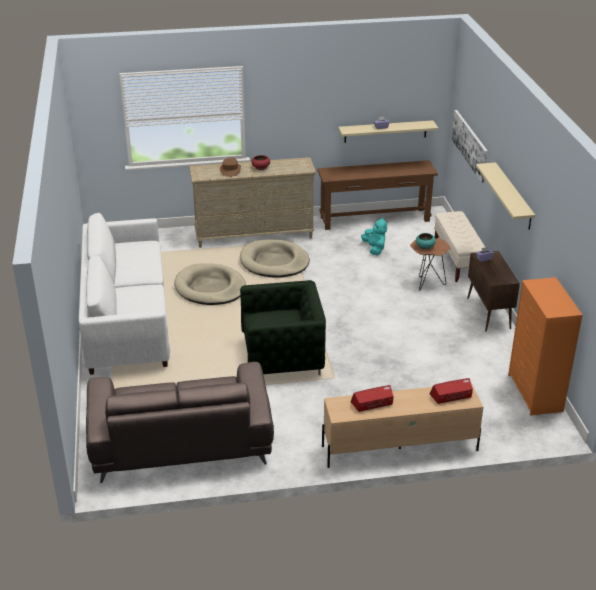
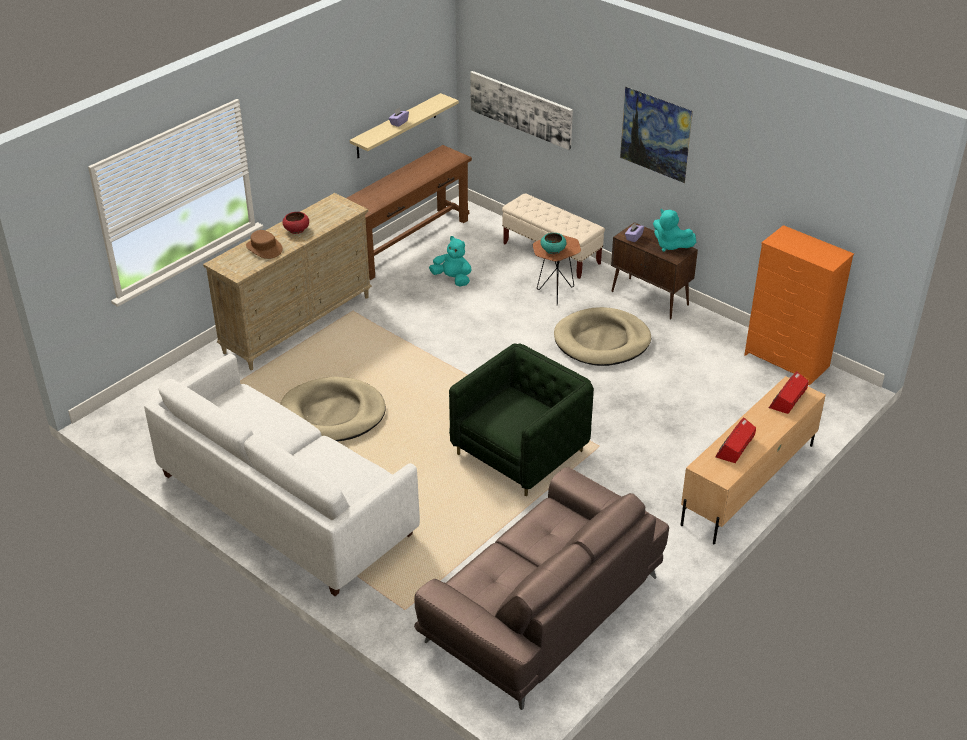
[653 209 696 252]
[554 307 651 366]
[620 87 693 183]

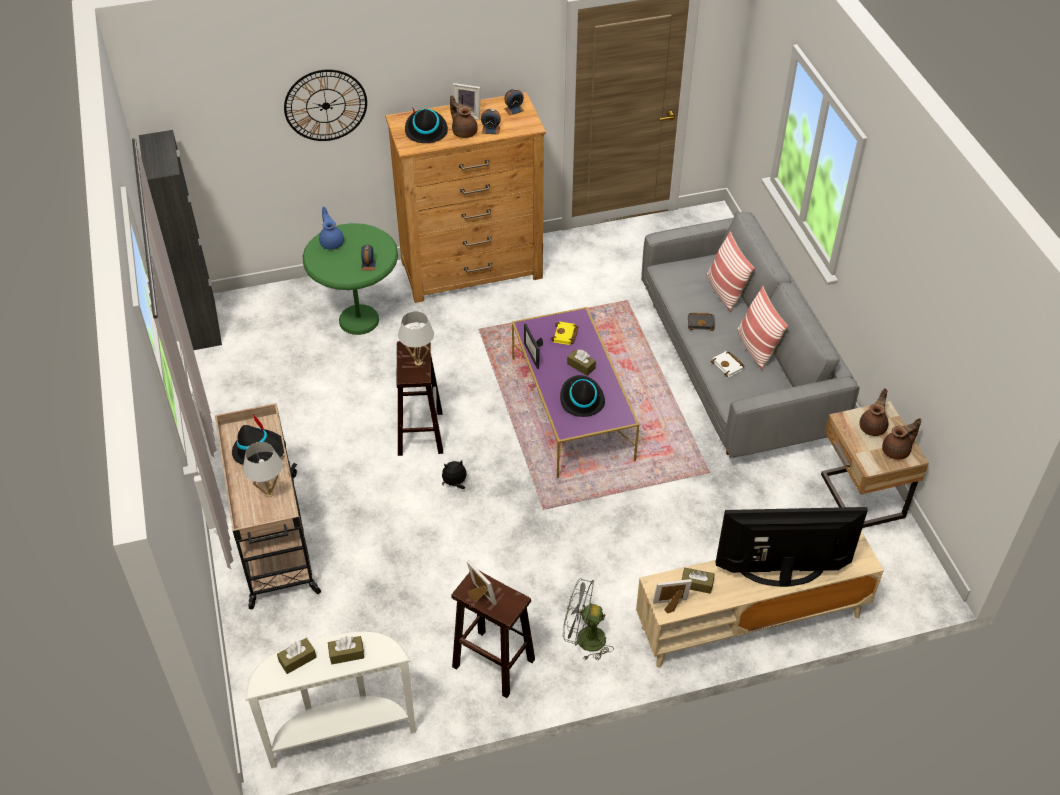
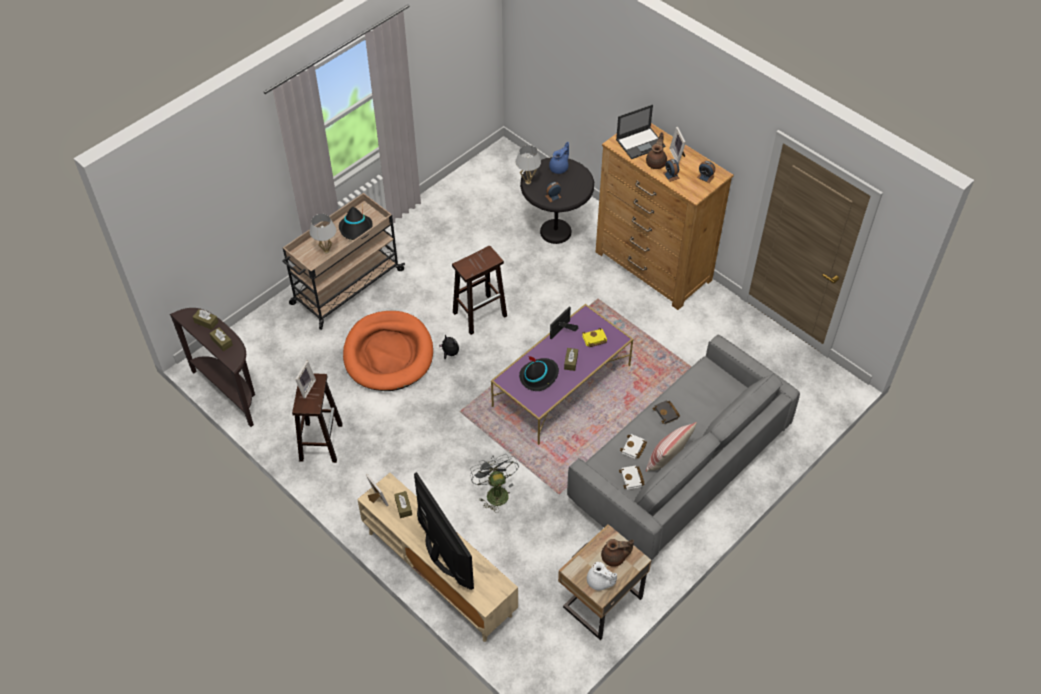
[139 130 222 350] (first image)
[284 69 367 141] (first image)
[707 231 755 312] (first image)
[343 311 433 391]
[619 465 644 490]
[516 145 541 184]
[470 454 519 513]
[616 104 665 159]
[169 308 255 427]
[520 157 594 244]
[587 562 617 590]

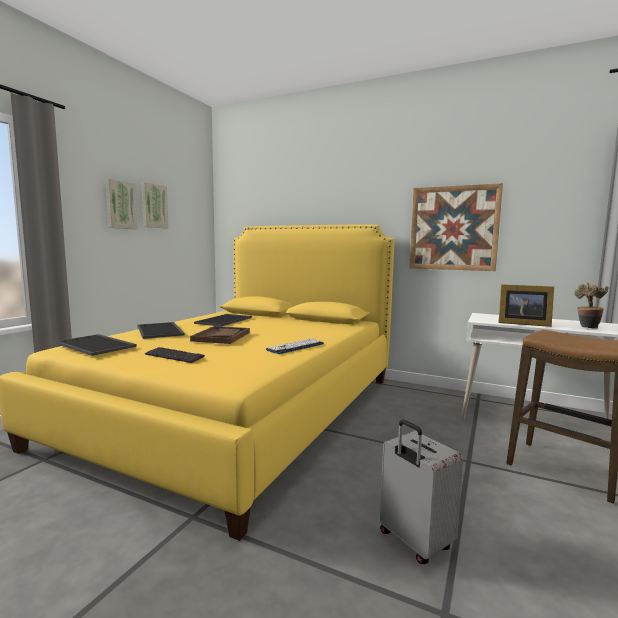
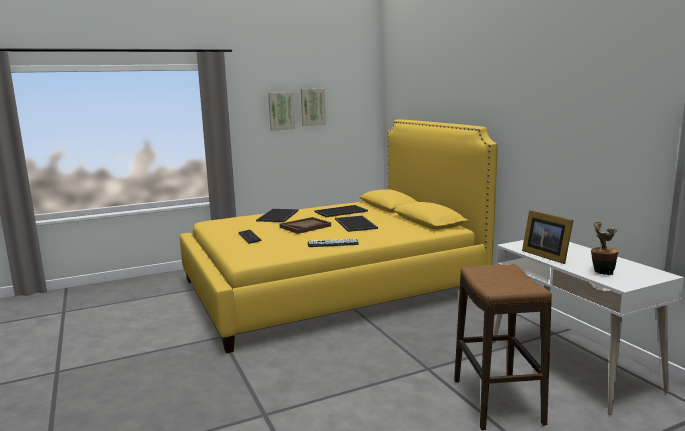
[380 419 463 564] (first image)
[409 183 503 271] (first image)
[335 215 378 232]

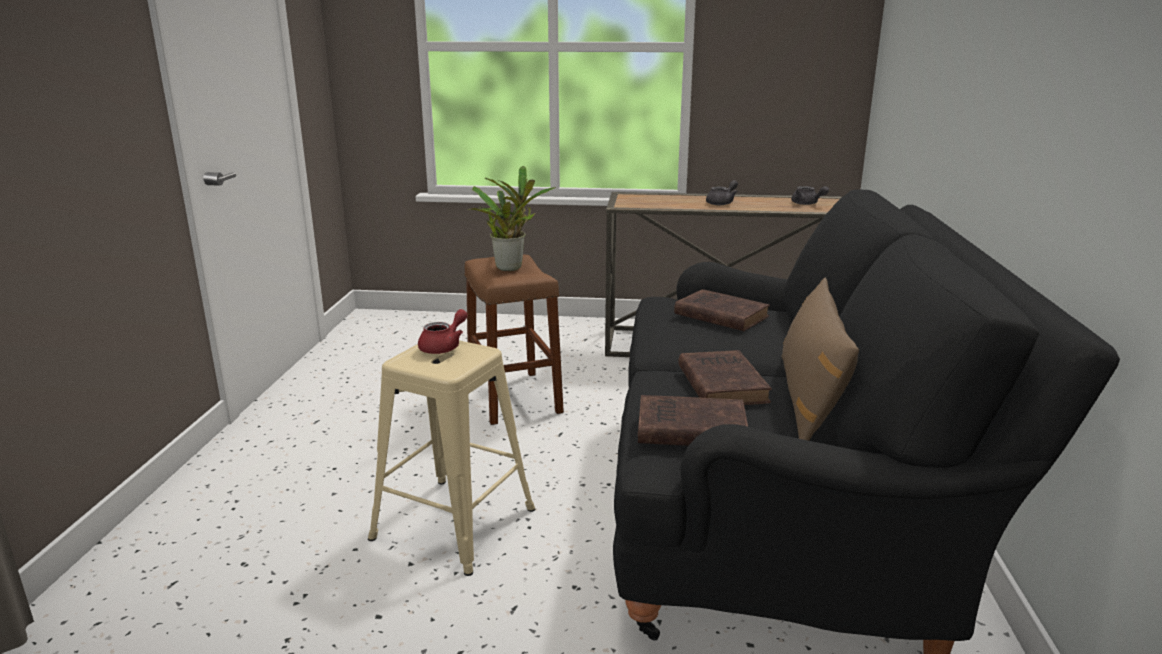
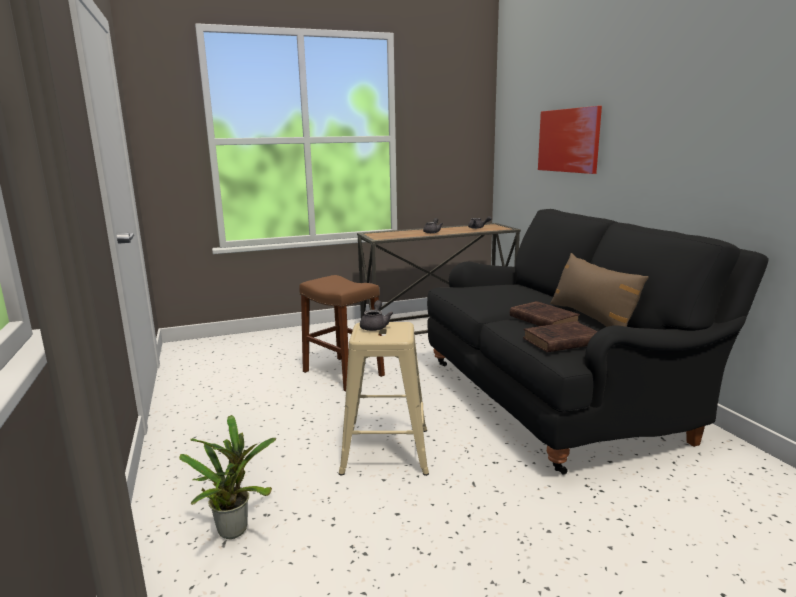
[674 289 770 331] (first image)
[538 106 602 174]
[179 415 276 539]
[360 300 393 331]

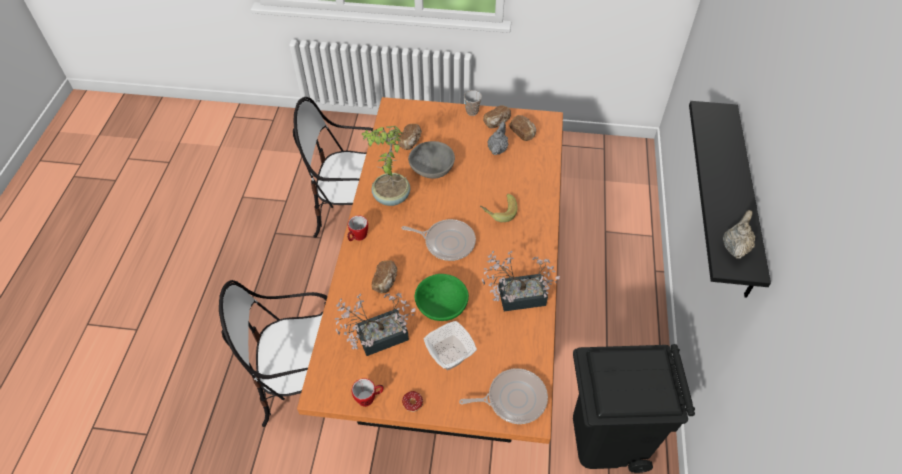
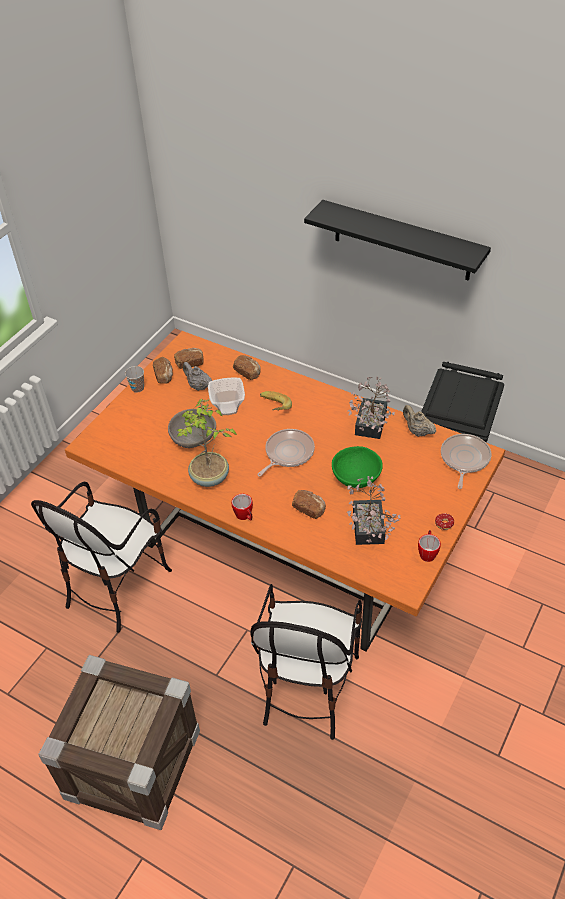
[38 655 200 830]
[233 355 261 380]
[208 378 245 415]
[403 405 436 437]

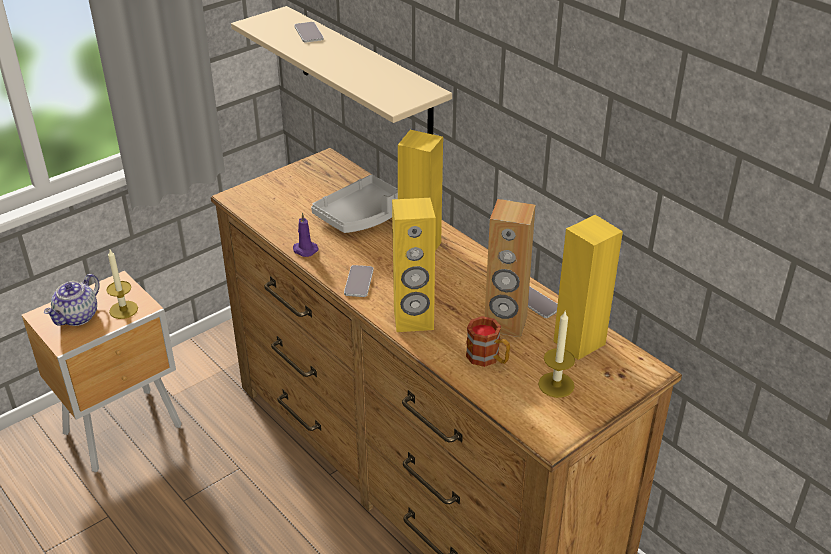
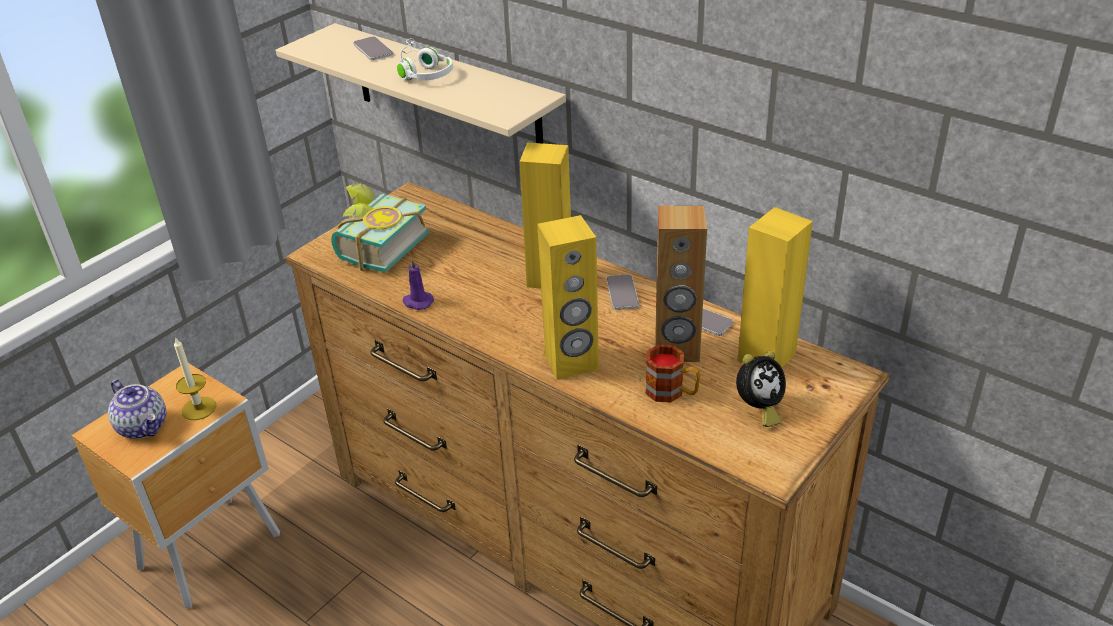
[311 174 398 233] (first image)
[331 184 429 272]
[397 38 453 80]
[606 274 639 310]
[736 351 786 427]
[108 379 166 439]

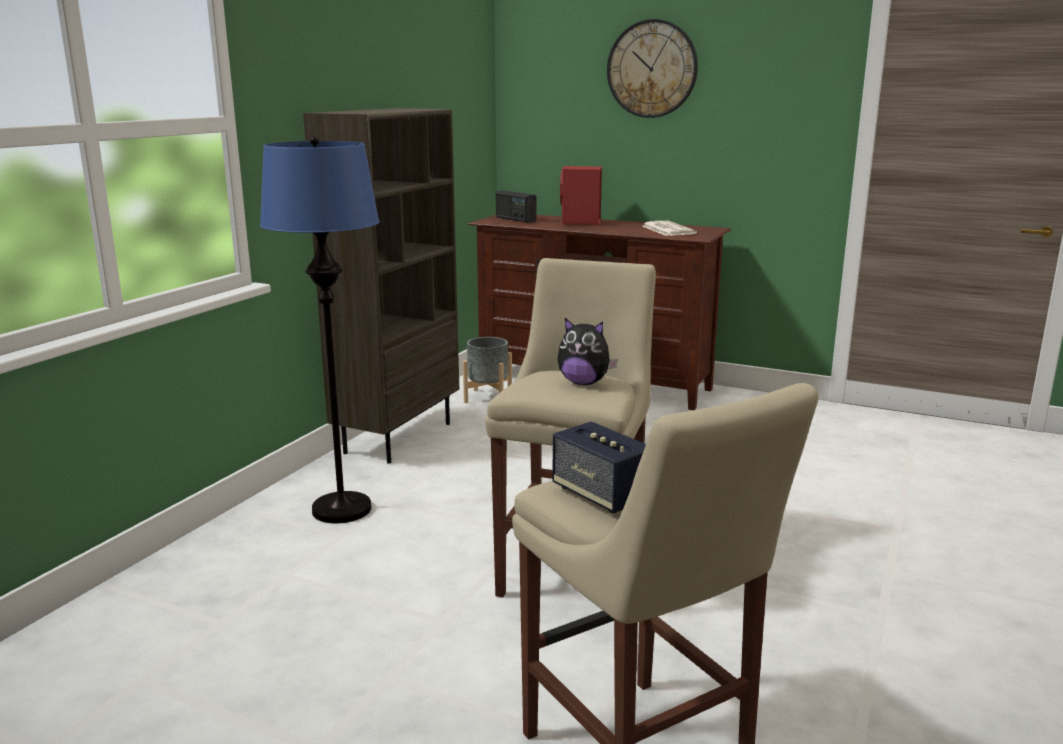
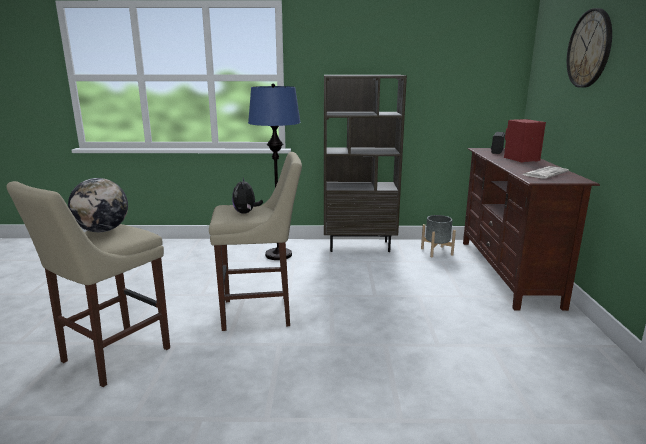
[68 178 128 232]

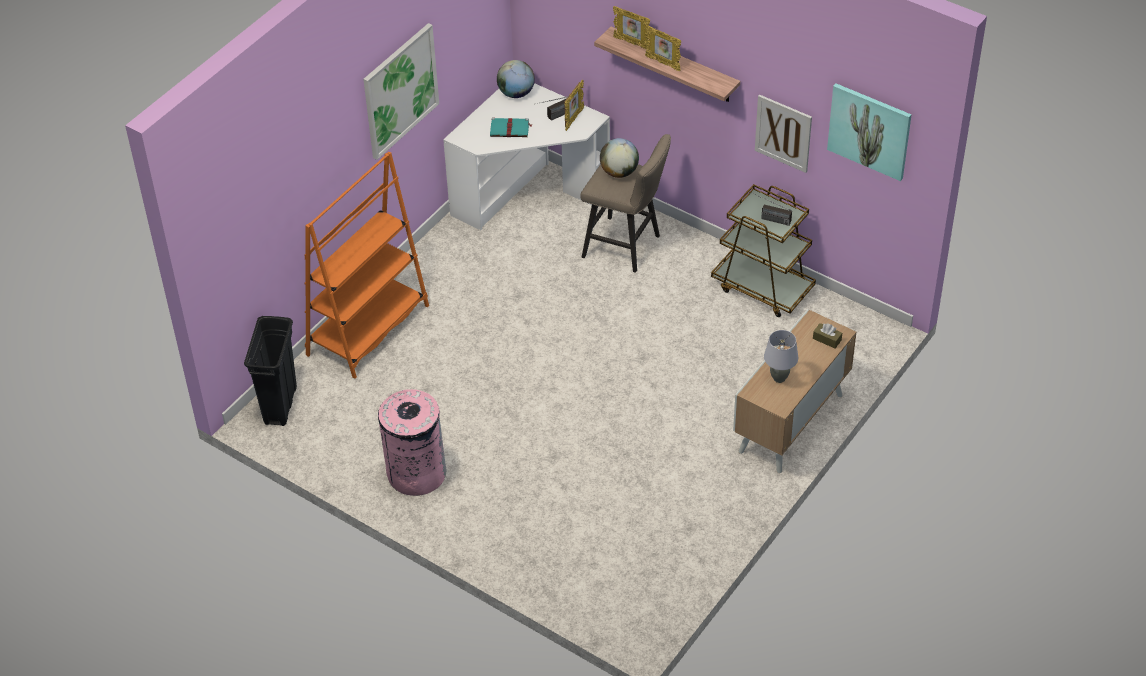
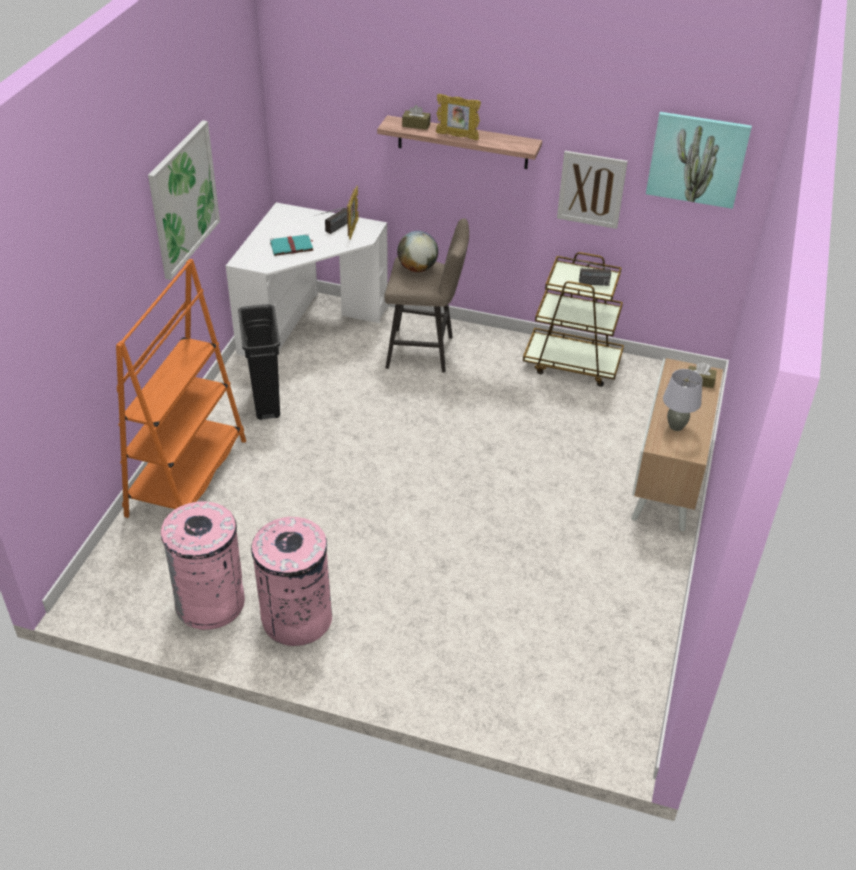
[497 60 535 98] (first image)
[161 501 245 630]
[238 304 280 420]
[402 105 431 130]

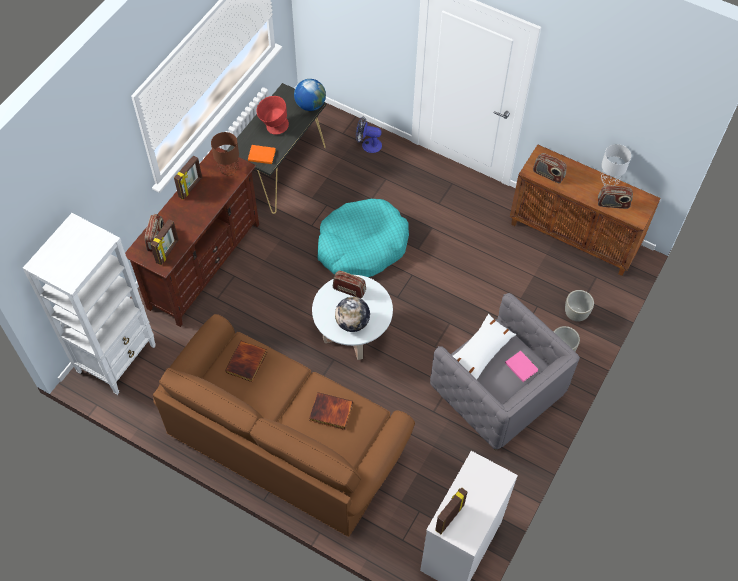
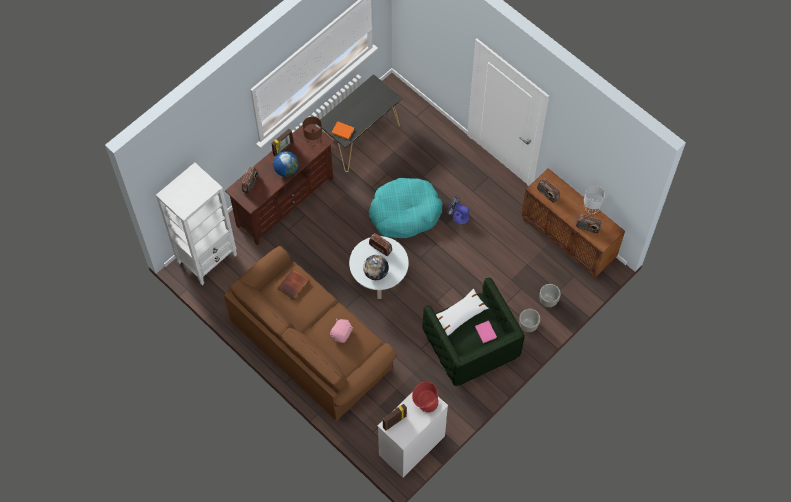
[150 219 179 265] (first image)
[412 382 438 413]
[273 151 299 177]
[448 195 469 224]
[330 319 353 343]
[422 278 525 386]

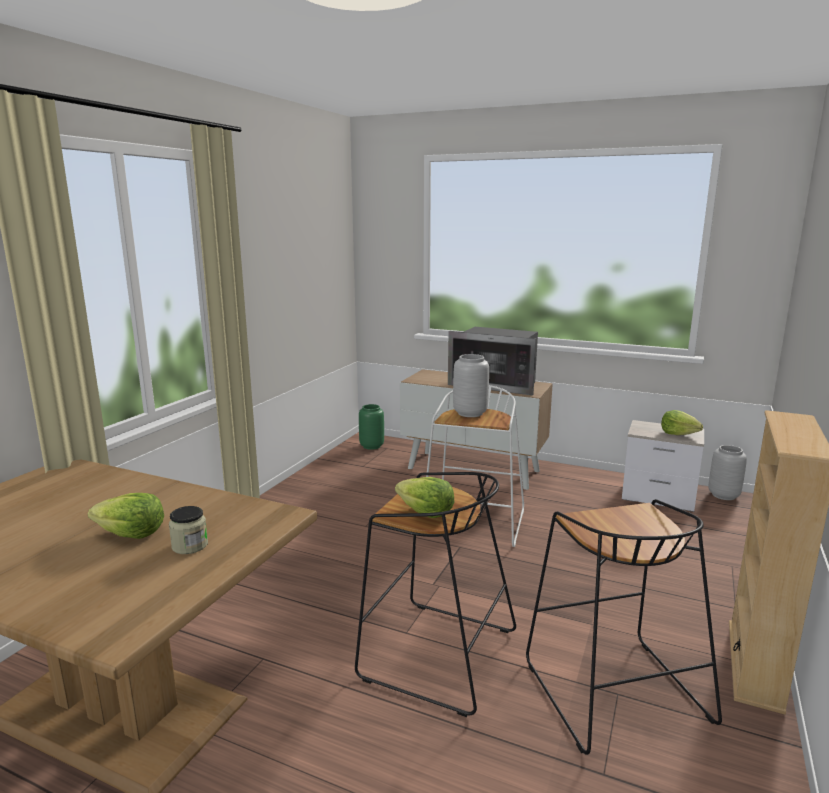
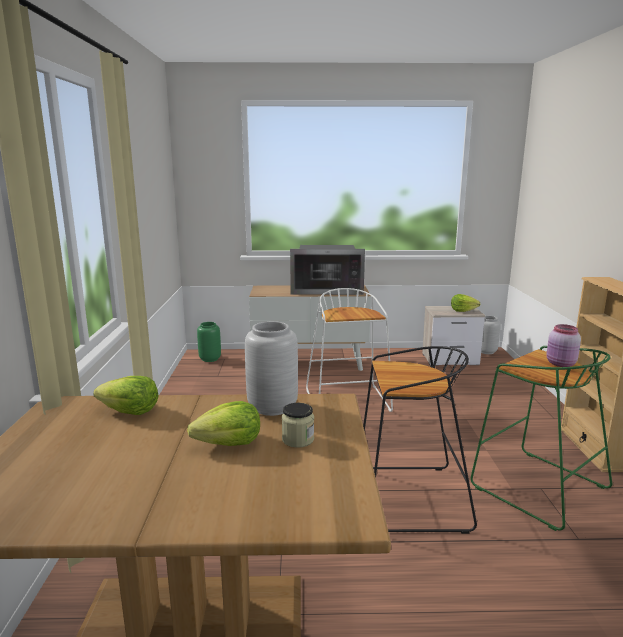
[546 324 581 367]
[93 376 158 415]
[245 321 298 416]
[470 346 612 531]

